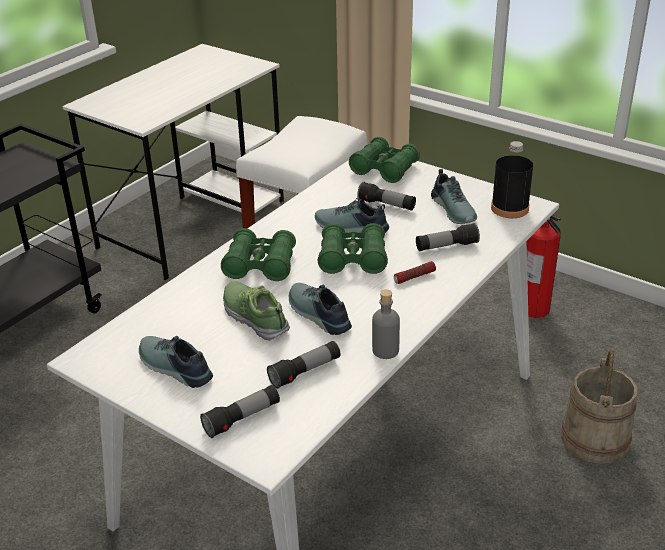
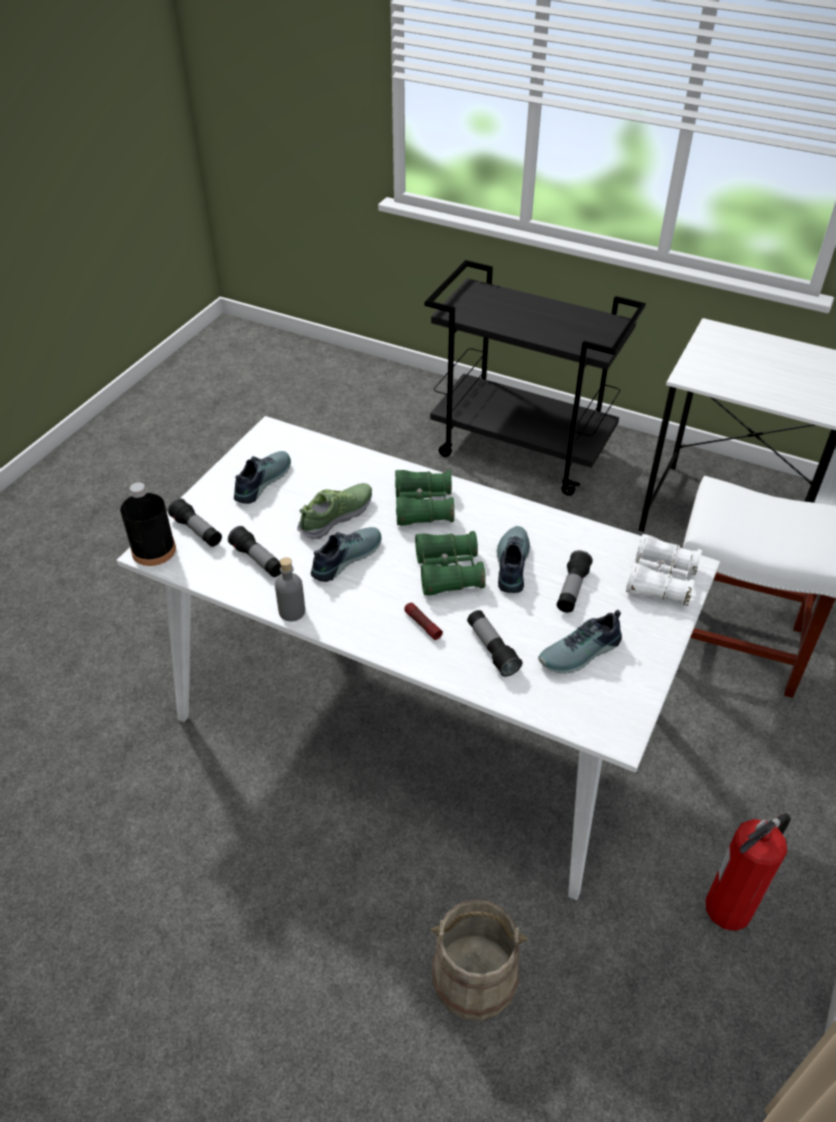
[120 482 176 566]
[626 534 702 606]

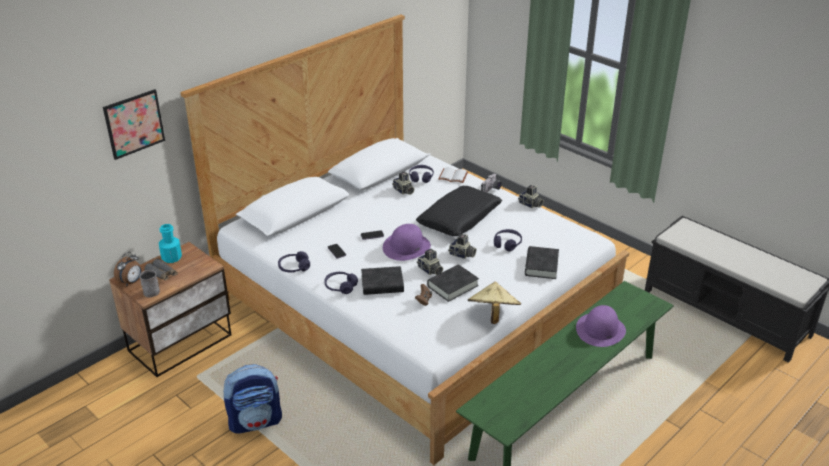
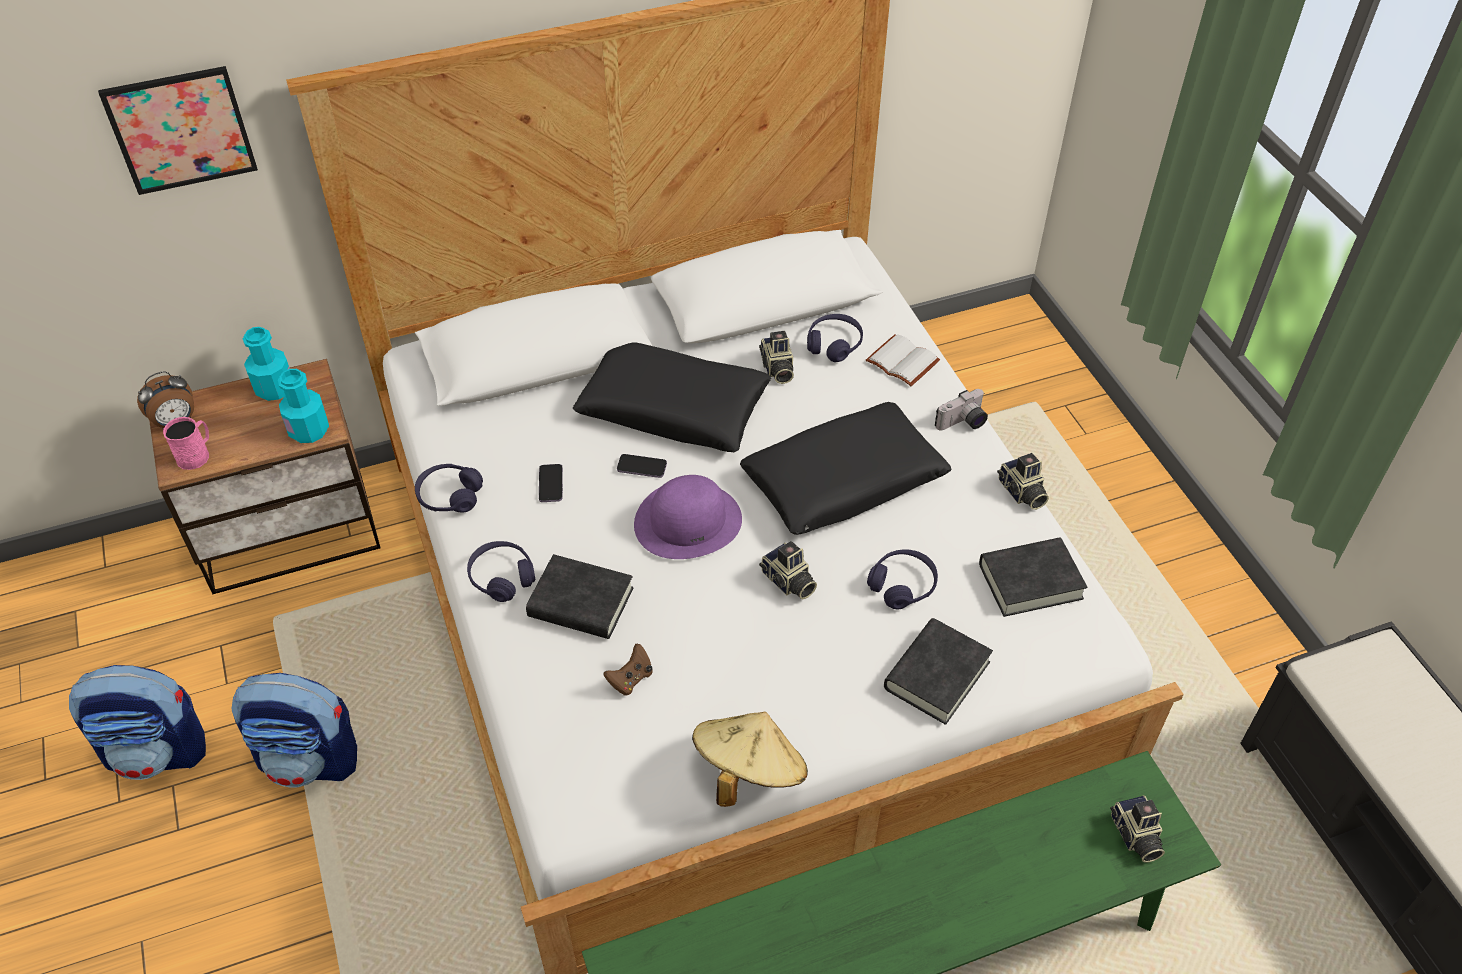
[144 259 178 281] (first image)
[576 305 626 347] (first image)
[69 665 206 780]
[278 369 329 443]
[573 342 771 452]
[1110 795 1165 862]
[979 537 1087 617]
[163 417 209 470]

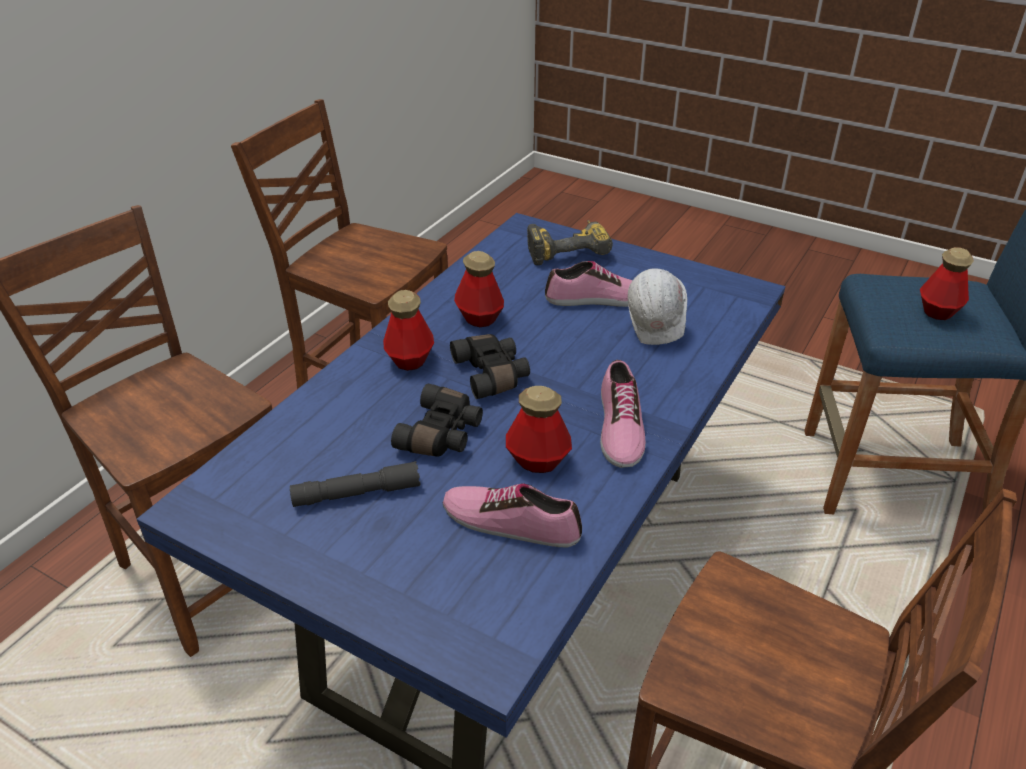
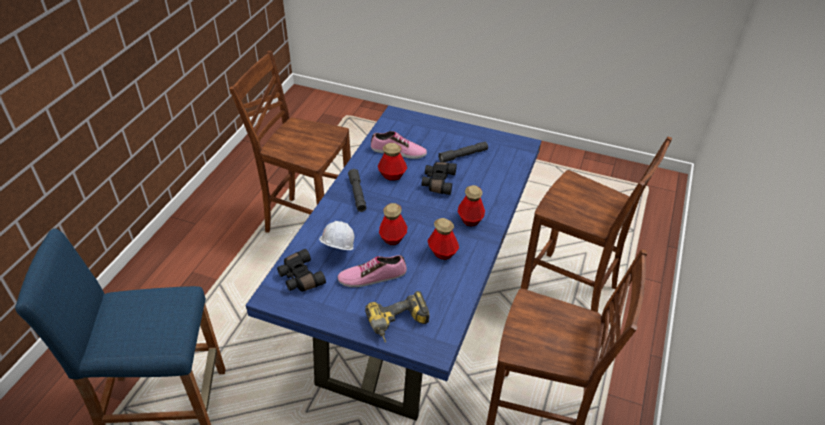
[277 249 326 291]
[379 203 407 245]
[348 169 366 212]

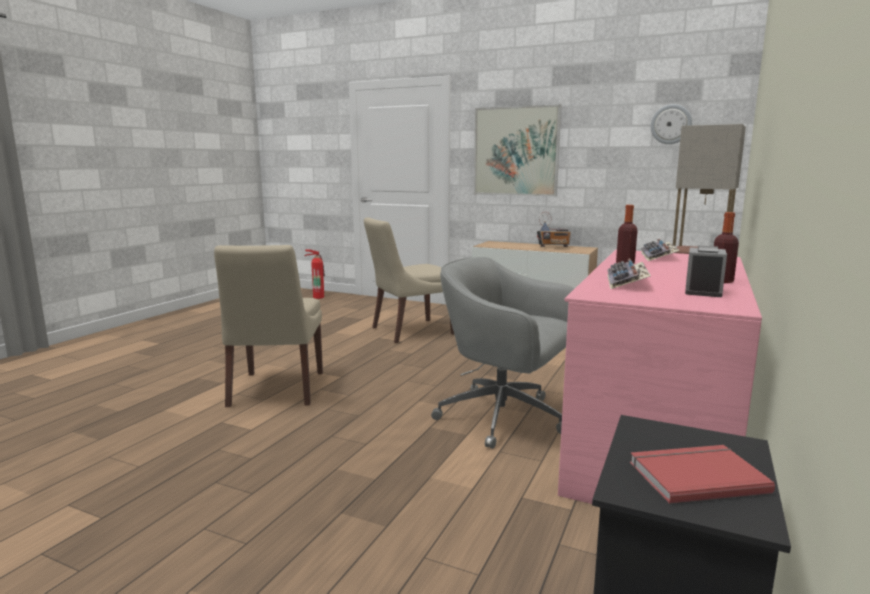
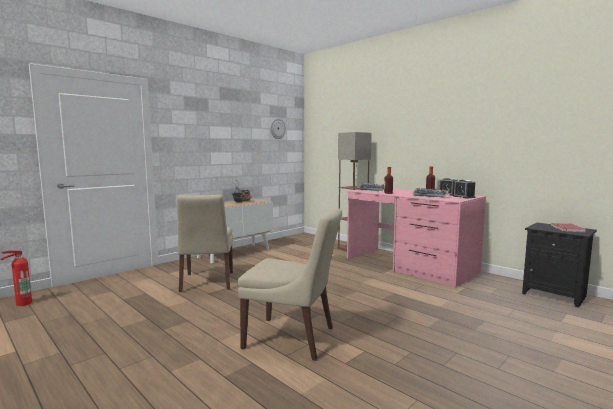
[431 257 574 449] (first image)
[474 104 561 196] (first image)
[453 180 475 198]

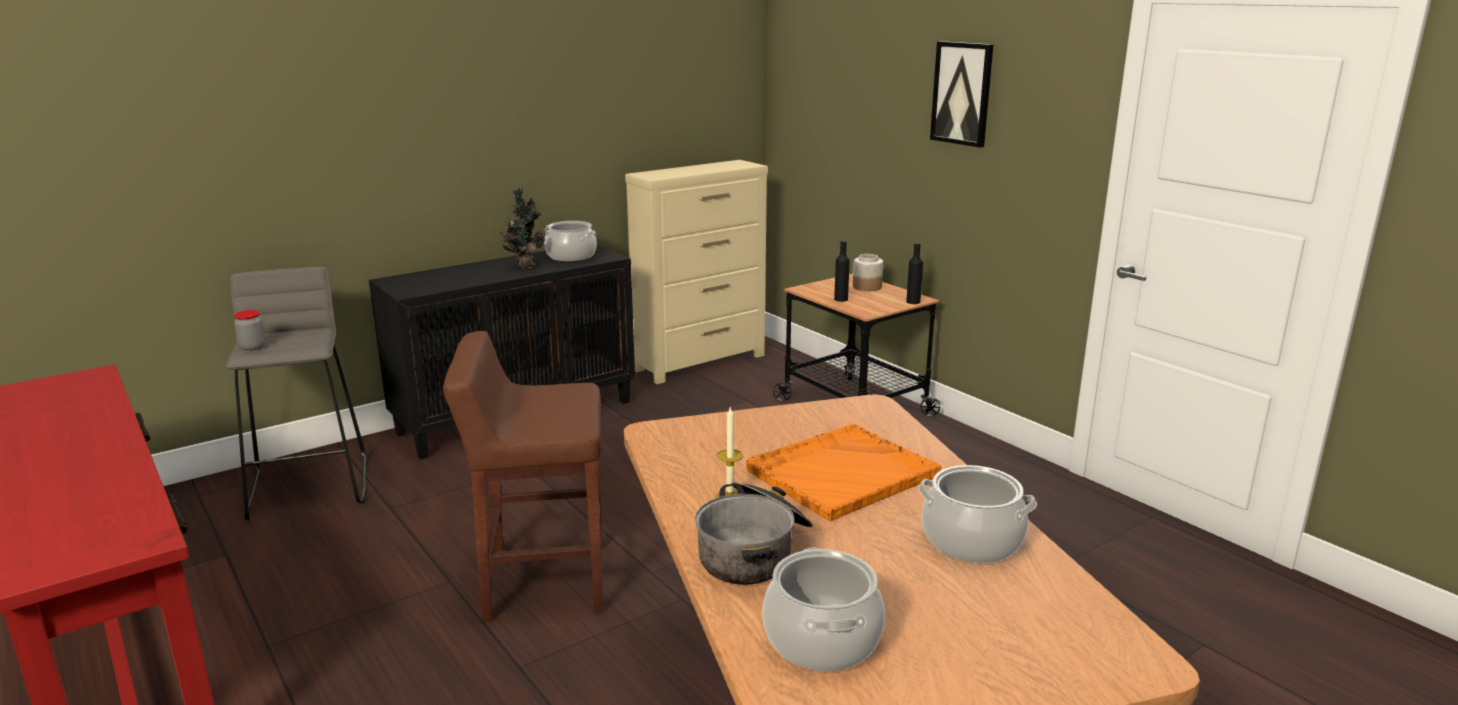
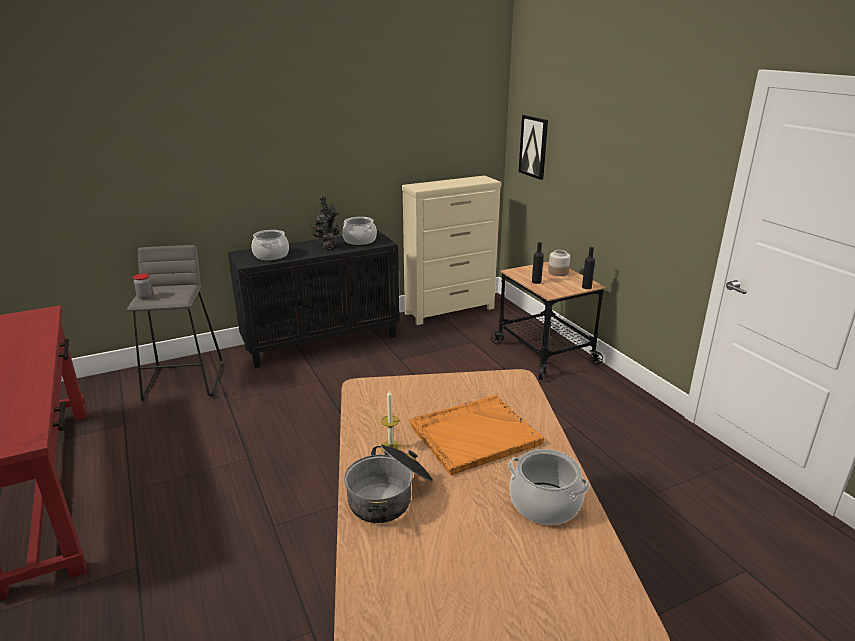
[443 331 603 621] (first image)
[252 230 289 260]
[519 115 548 180]

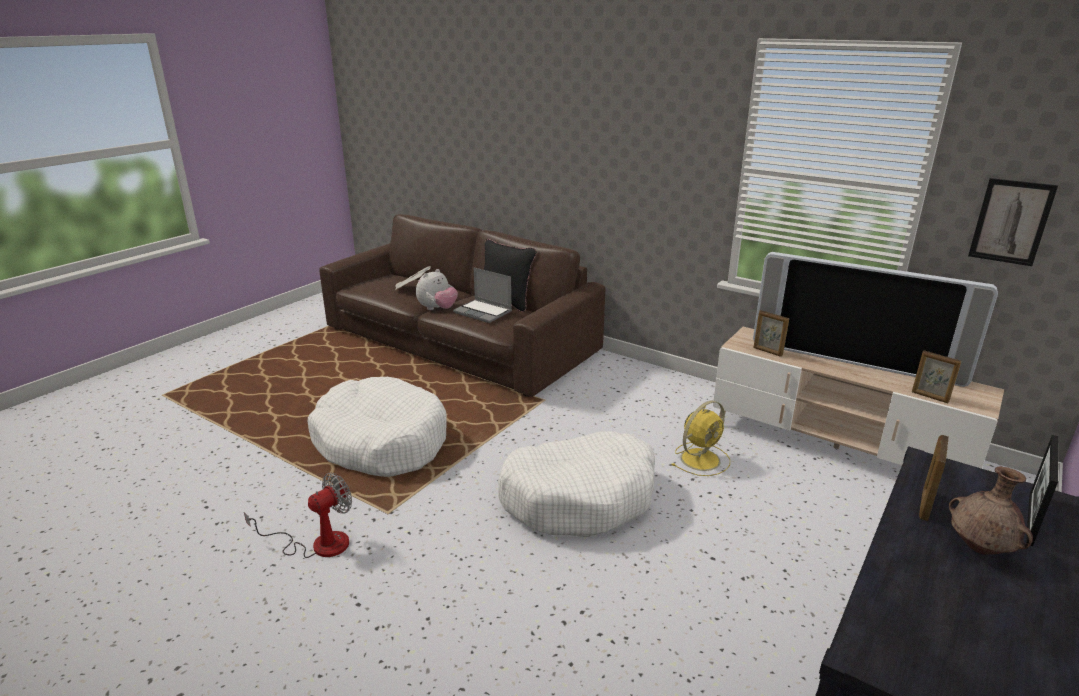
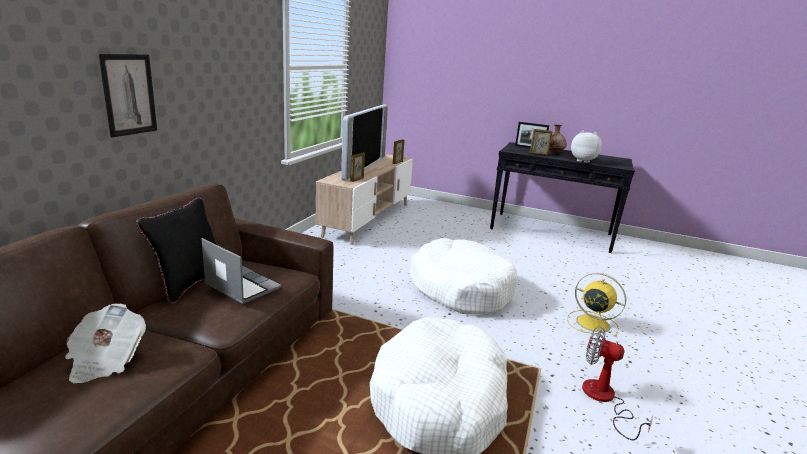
[571 130 602 163]
[567 273 626 337]
[99 54 157 137]
[202 238 281 304]

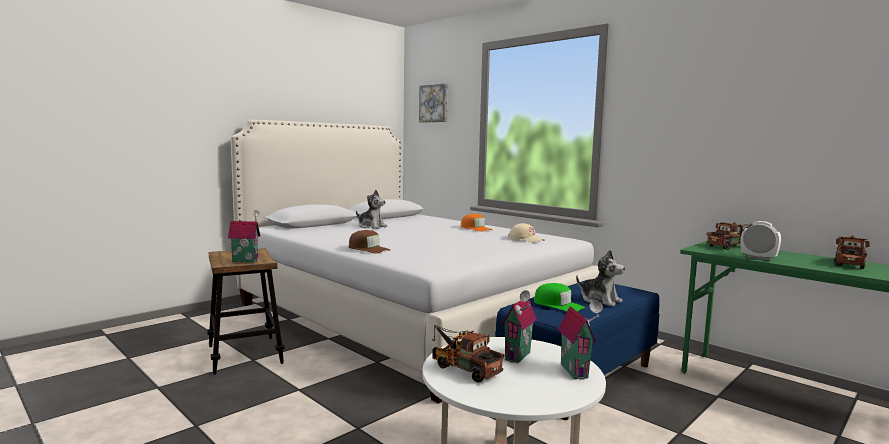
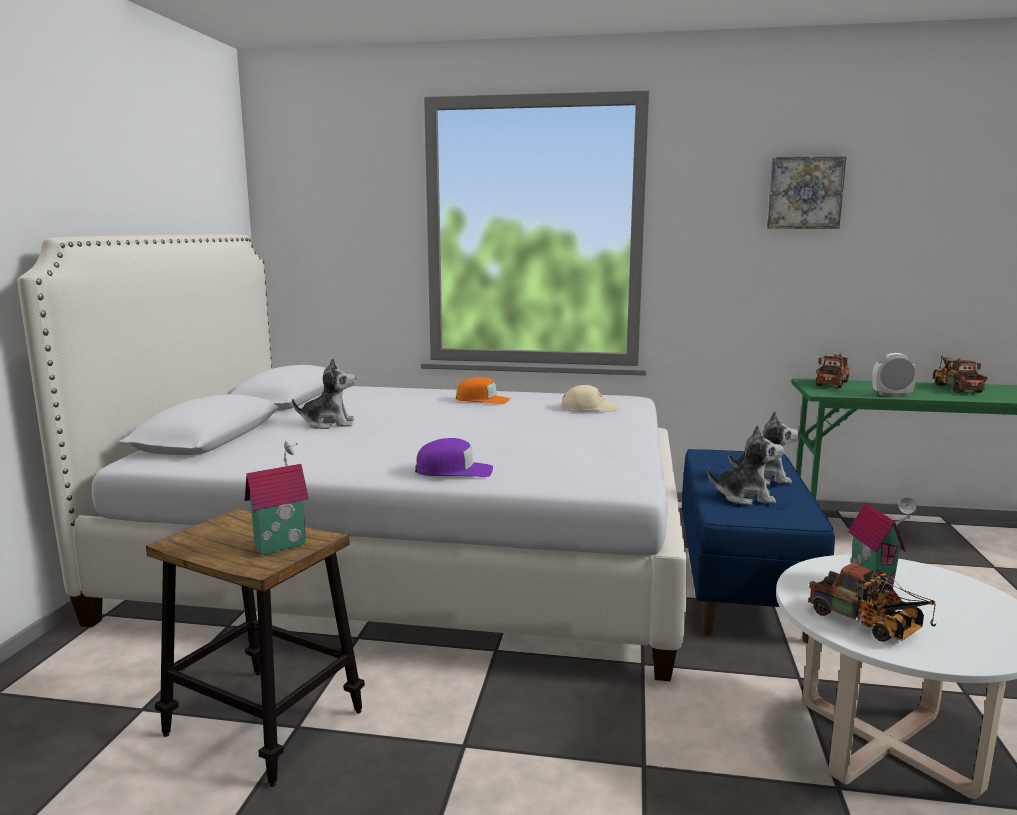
[558 300 603 380] (first image)
[767 156 847 229]
[708 425 784 505]
[415 438 493 477]
[808 563 936 642]

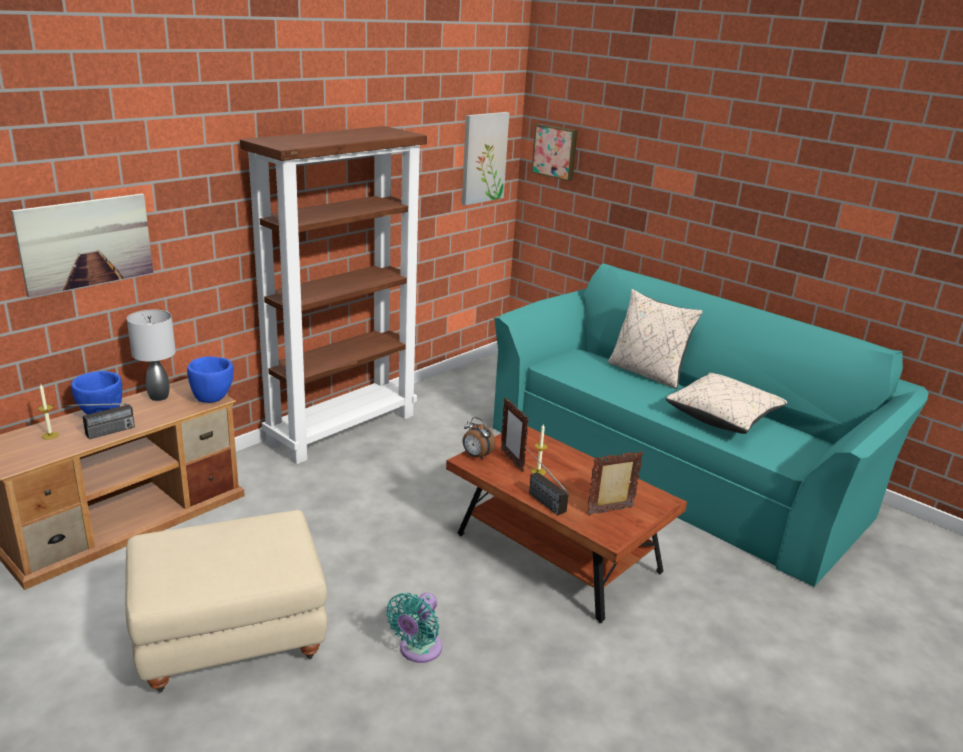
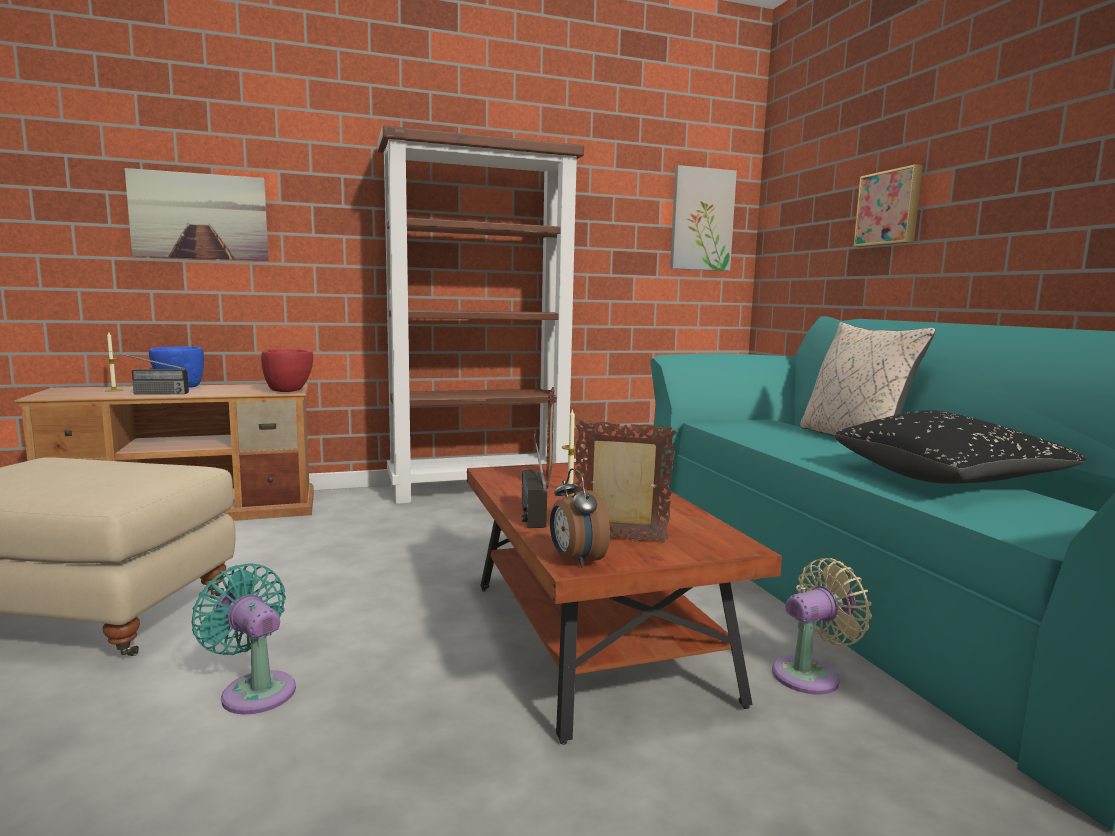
[127 310 176 401] (first image)
[772 558 872 695]
[550 468 610 568]
[854 164 923 247]
[261 349 313 392]
[835 410 1085 484]
[191 564 296 714]

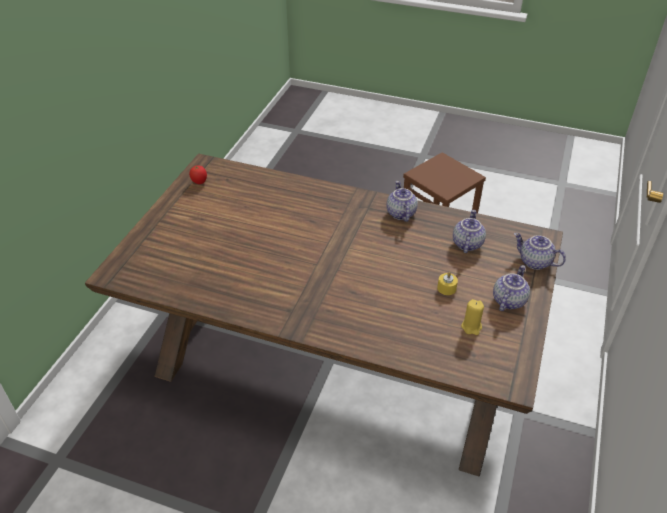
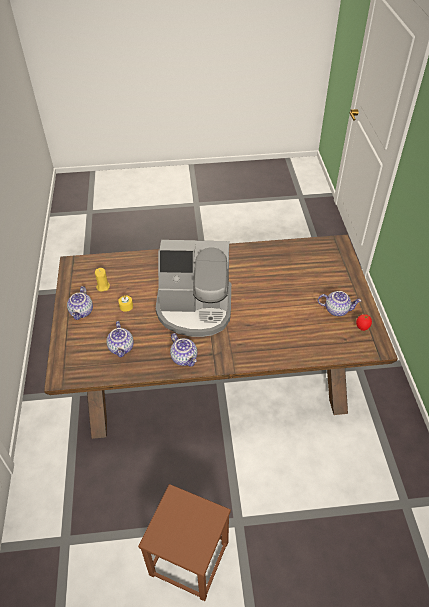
[155 240 231 337]
[318 291 361 316]

